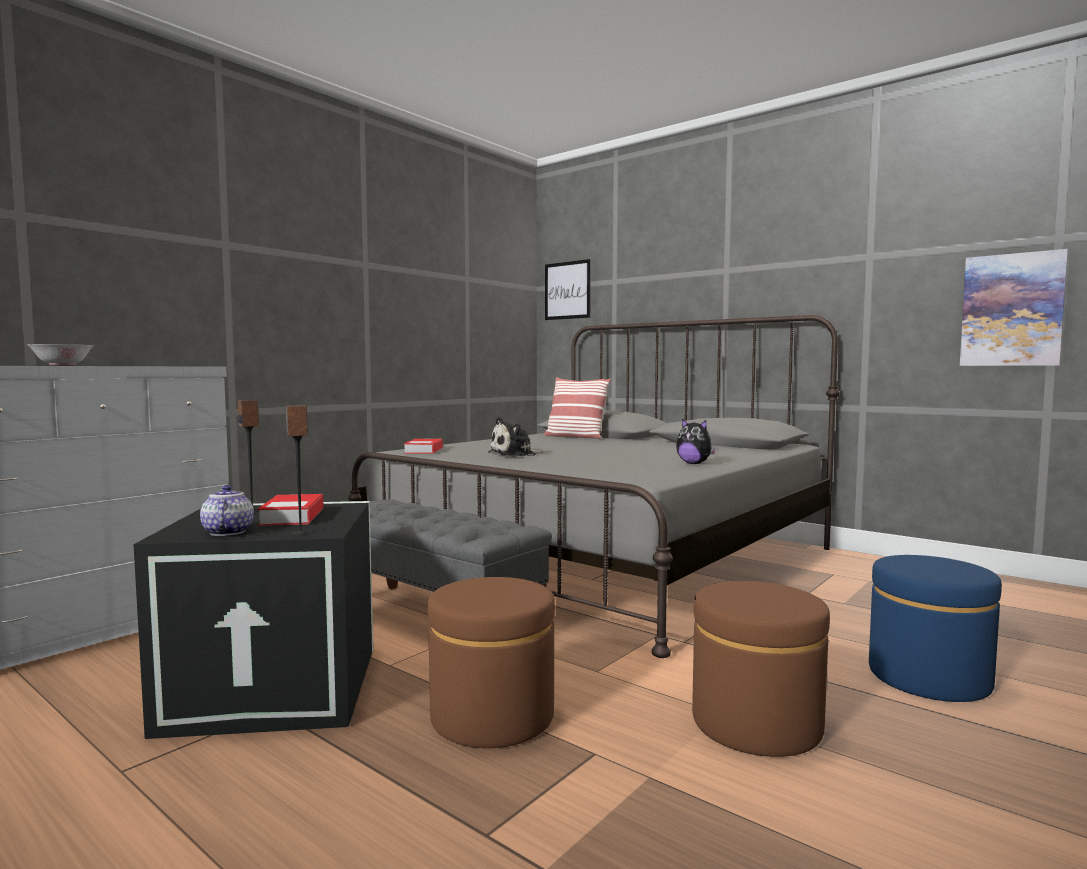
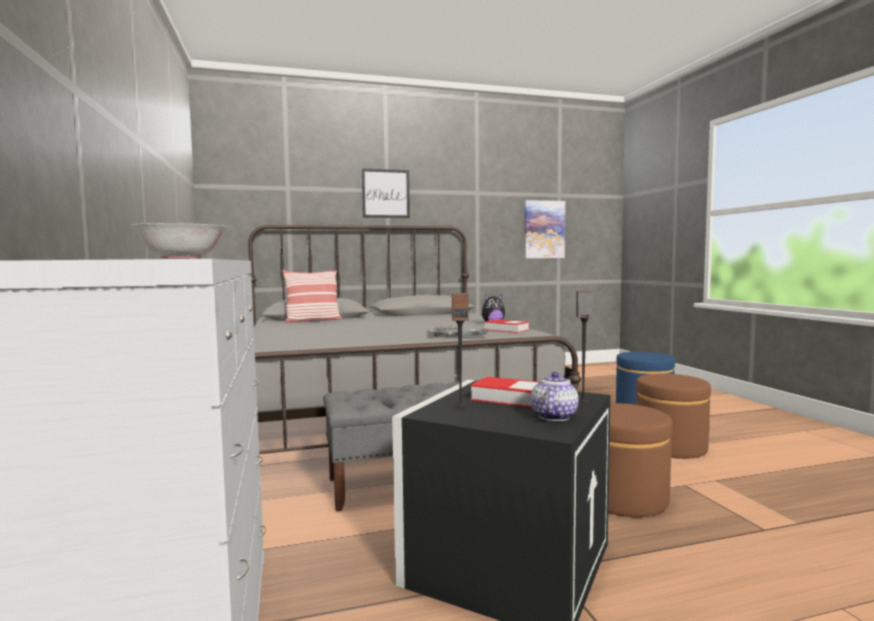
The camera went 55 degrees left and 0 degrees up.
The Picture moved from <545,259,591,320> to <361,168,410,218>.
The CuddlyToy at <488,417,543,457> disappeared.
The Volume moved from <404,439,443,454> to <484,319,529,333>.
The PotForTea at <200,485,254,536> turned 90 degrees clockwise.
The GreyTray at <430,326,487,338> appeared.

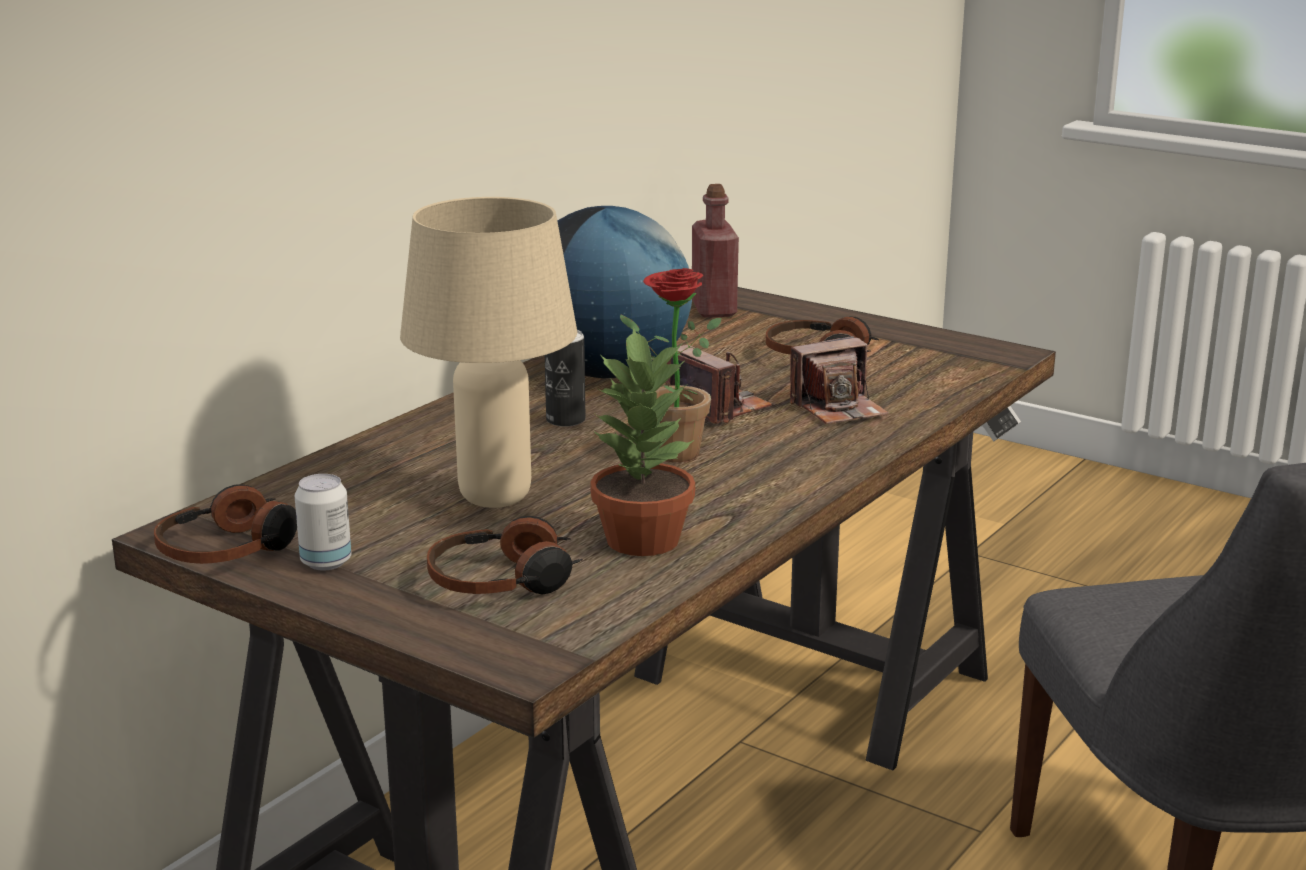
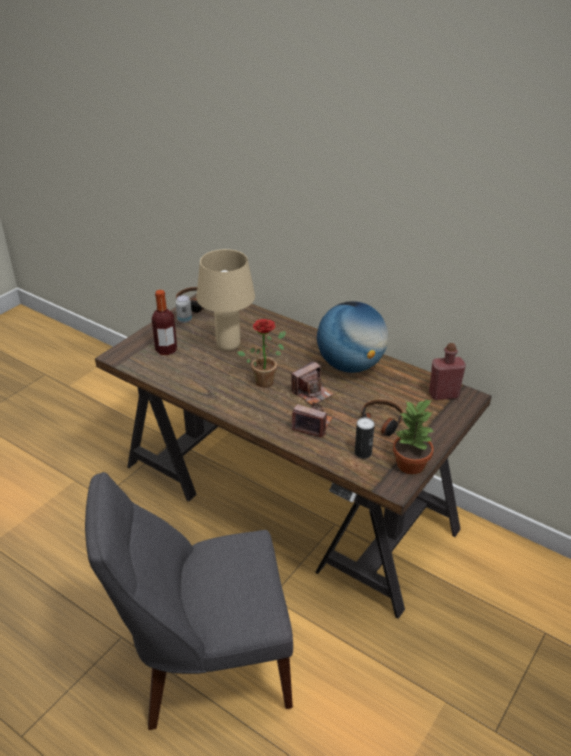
The camera went 90 degrees right and 15 degrees up.
The PottedPlant moved from <590,326,695,556> to <393,399,434,475>.
The SealedCan moved from <545,330,586,427> to <355,417,375,459>.
The PhotoCamera at <790,336,889,424> turned 135 degrees clockwise.
The Headphones at <427,516,583,594> was replaced by the DrinkBottle at <152,290,177,355>.

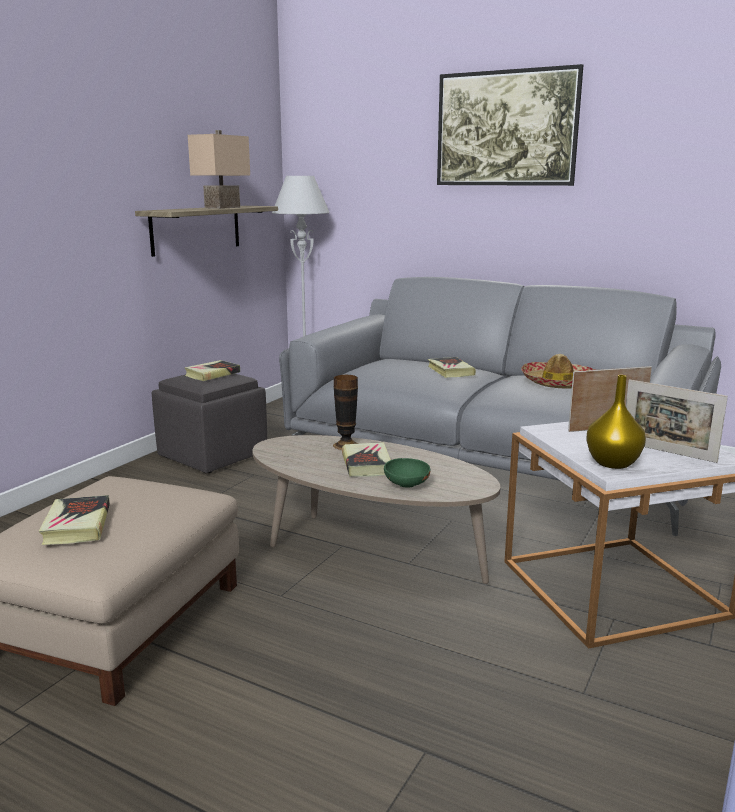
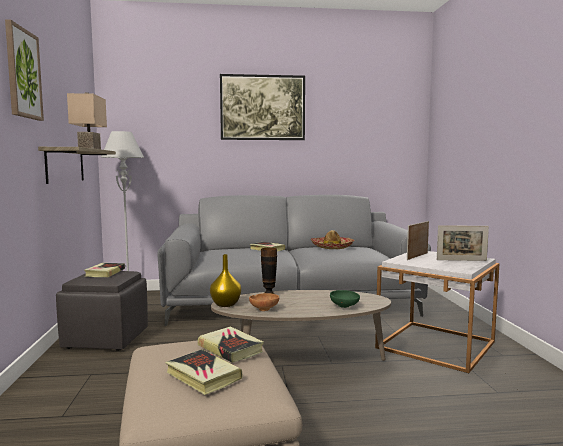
The camera went 35 degrees left and 10 degrees down.
The YellowishFlowerVase moved from <586,375,646,469> to <210,254,241,307>.
The Volume moved from <342,442,391,477> to <198,326,264,363>.
The Picture at <5,19,44,121> appeared.
The BrownColouredDeepDish at <249,293,279,311> appeared.

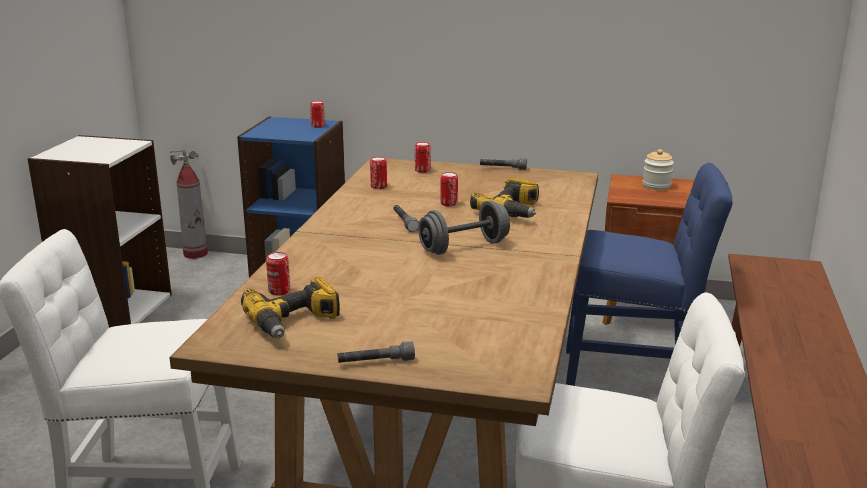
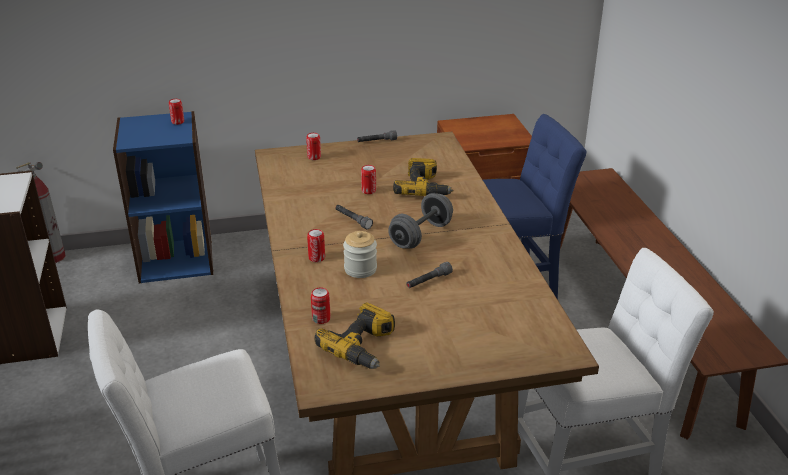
The camera went 25 degrees left and 10 degrees up.
The Jar moved from <643,149,674,190> to <343,231,377,278>.
The SealedCan moved from <370,157,387,189> to <307,229,325,262>.
The GreyHandTorch moved from <338,341,415,363> to <406,262,453,288>.

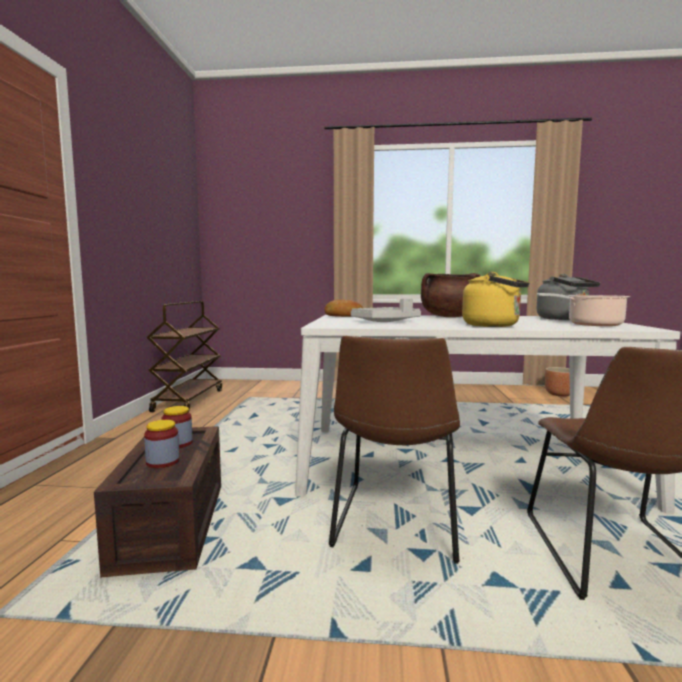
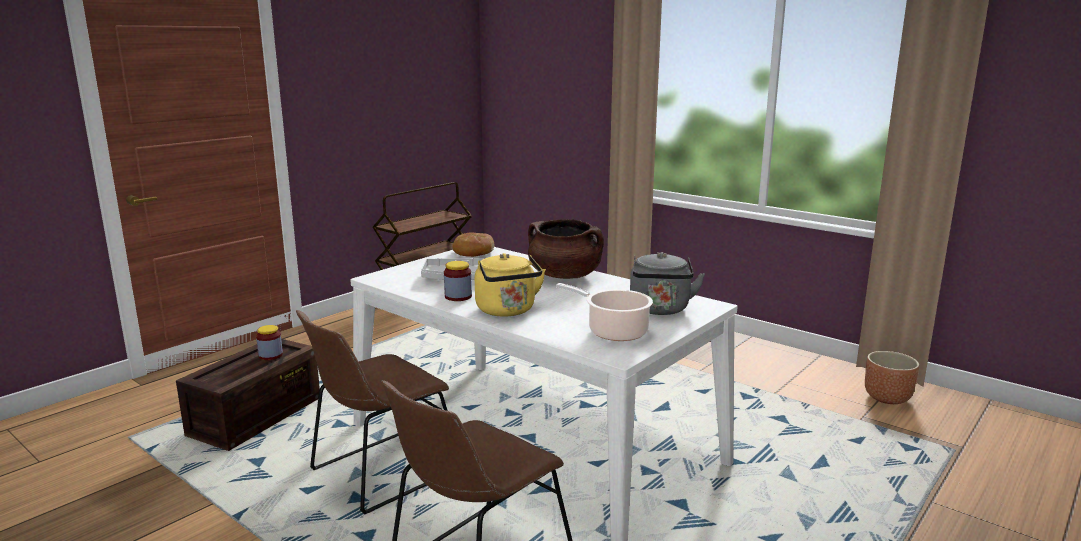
The camera went 35 degrees right and 10 degrees up.
The Jar moved from <144,420,180,468> to <444,261,472,301>.

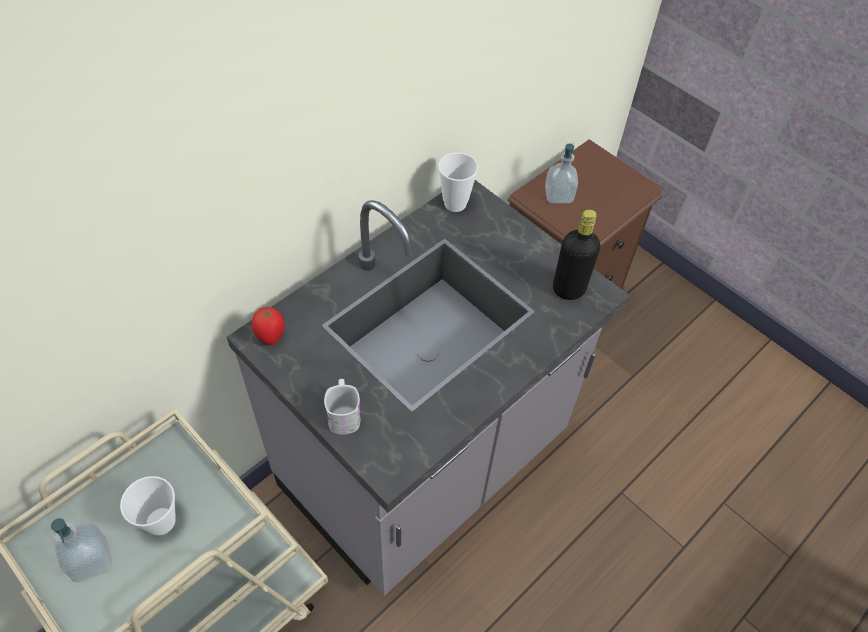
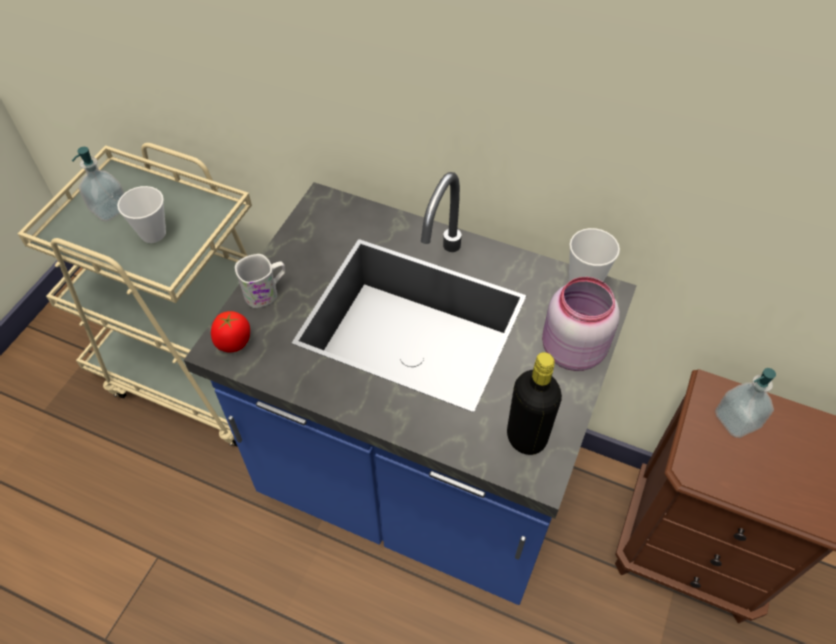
The camera went 70 degrees right and 0 degrees up.
The GreyKitchenCounter at <227,180,630,596> became the BlueKitchenCounter at <184,172,637,605>.
The FreshTomato moved from <252,307,285,345> to <211,311,250,352>.
The PinkColouredJar at <542,277,620,371> appeared.

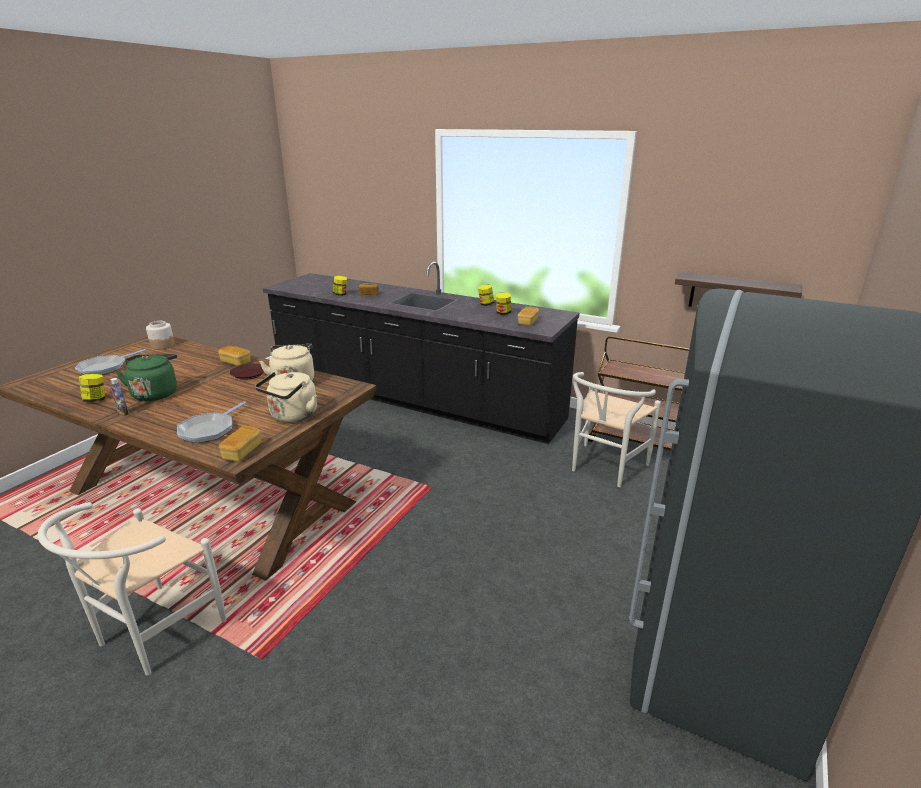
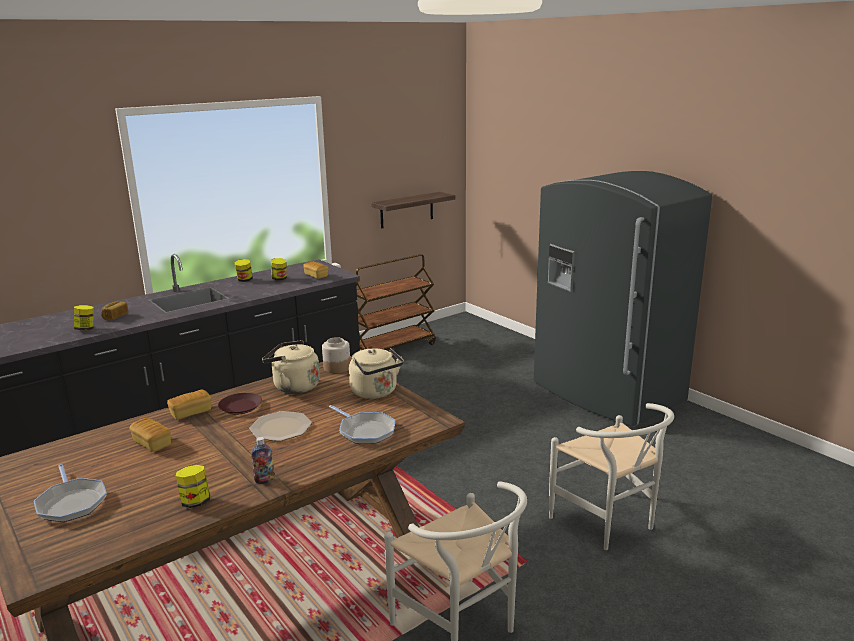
The camera went 65 degrees left and 5 degrees down.
The Jar moved from <146,321,175,350> to <322,337,350,373>.
The GreenishWaterKettle at <115,354,177,401> disappeared.
The WhitePlainChair moved from <572,372,661,487> to <549,403,674,550>.
The BakedBread moved from <219,426,261,462> to <130,418,171,452>.
The FlatDish at <249,411,312,441> appeared.

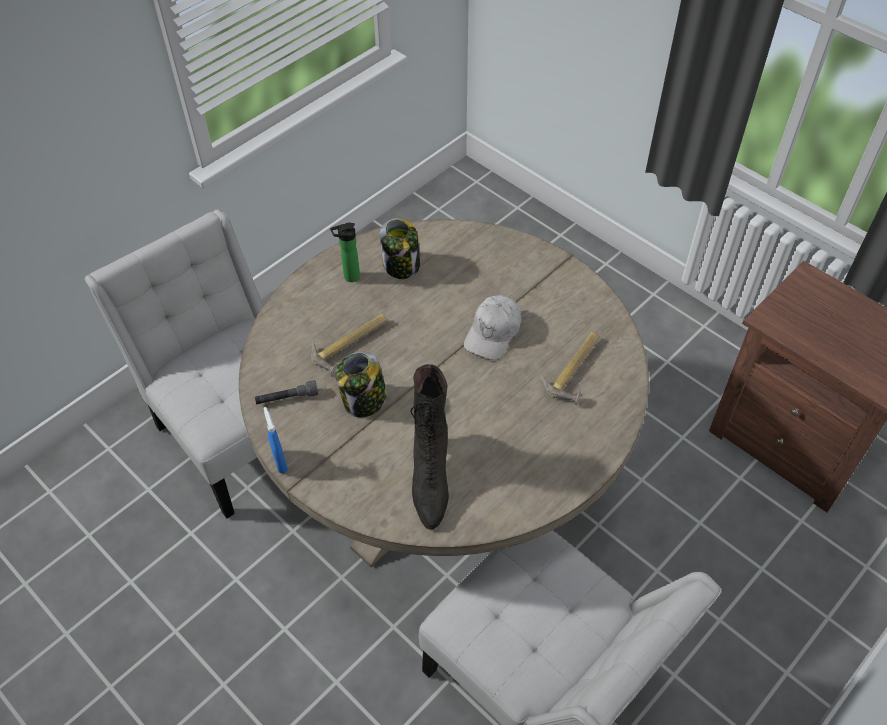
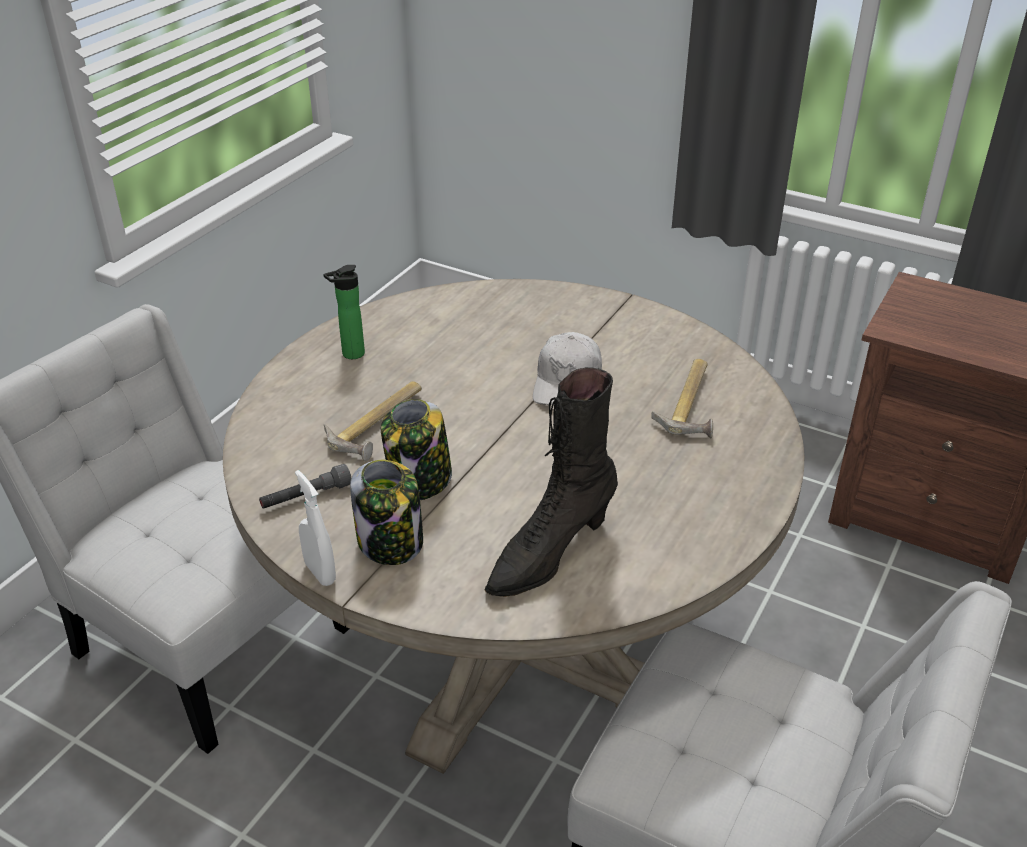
The camera went 15 degrees left and 15 degrees down.
The Jar moved from <380,218,420,279> to <350,460,423,565>.
The BlackColouredBoot at <411,364,449,530> turned 60 degrees clockwise.
The BlueSprayer at <264,407,288,474> became the WhiteSprayer at <295,470,336,586>.

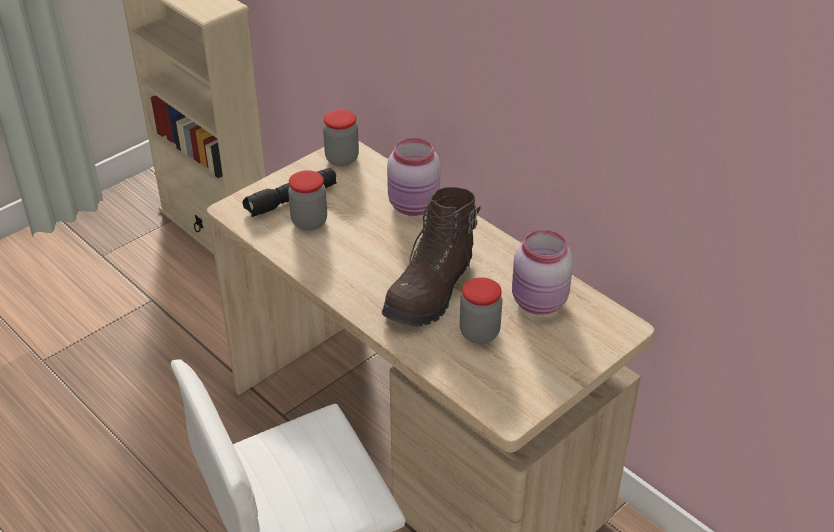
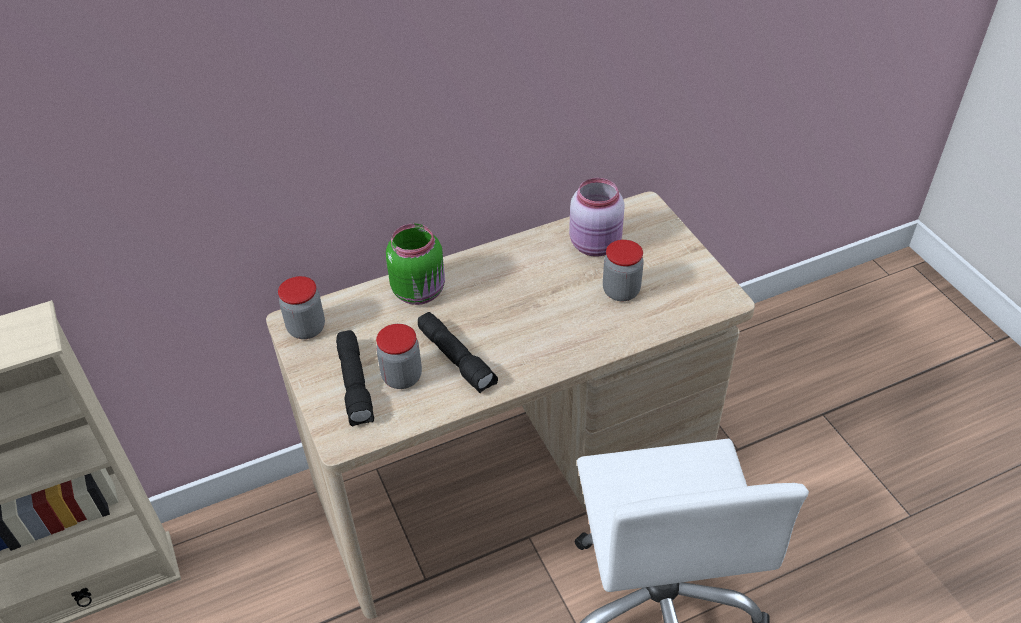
The camera went 70 degrees left and 5 degrees up.
The PinkColouredJar at <387,138,440,216> became the GreenishJar at <386,224,445,305>.
The BrownColouredBoot at <382,187,481,326> disappeared.
The BlackColouredHandTorch at <418,312,498,394> appeared.

